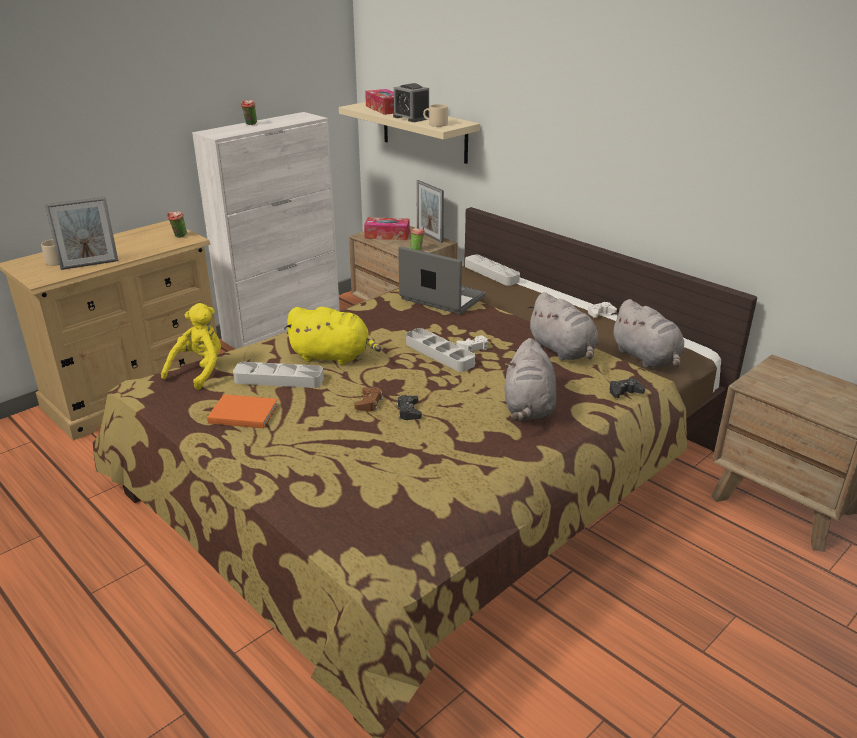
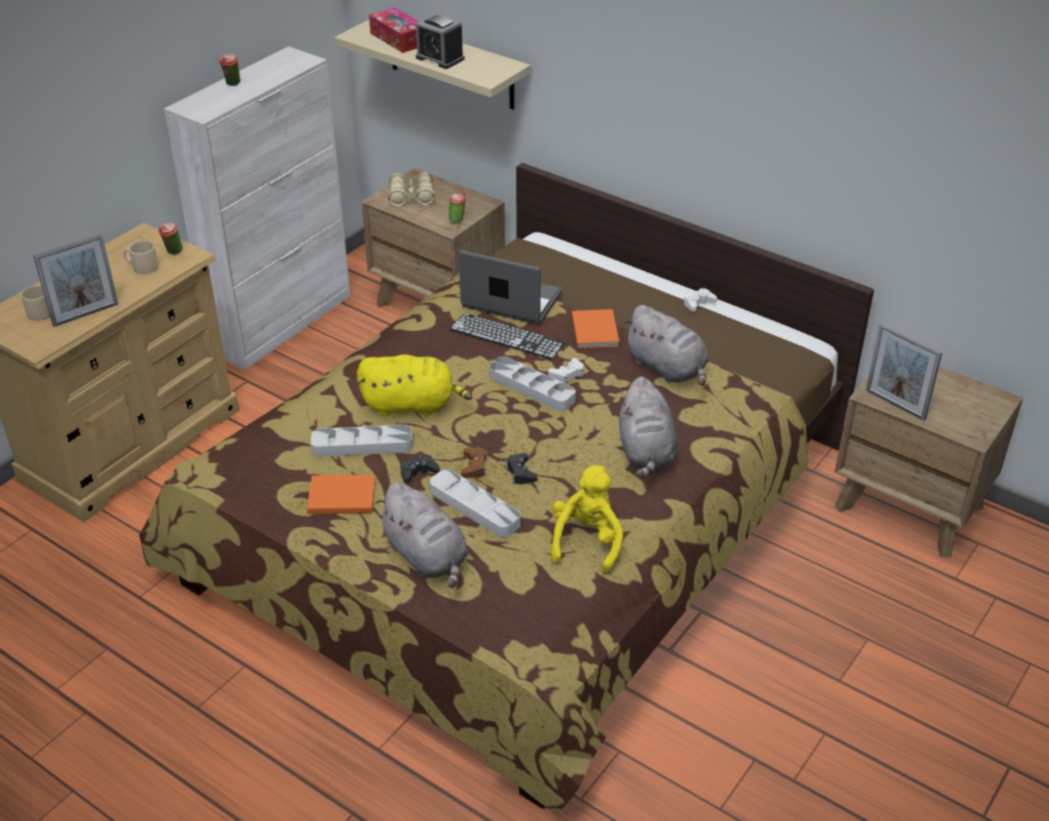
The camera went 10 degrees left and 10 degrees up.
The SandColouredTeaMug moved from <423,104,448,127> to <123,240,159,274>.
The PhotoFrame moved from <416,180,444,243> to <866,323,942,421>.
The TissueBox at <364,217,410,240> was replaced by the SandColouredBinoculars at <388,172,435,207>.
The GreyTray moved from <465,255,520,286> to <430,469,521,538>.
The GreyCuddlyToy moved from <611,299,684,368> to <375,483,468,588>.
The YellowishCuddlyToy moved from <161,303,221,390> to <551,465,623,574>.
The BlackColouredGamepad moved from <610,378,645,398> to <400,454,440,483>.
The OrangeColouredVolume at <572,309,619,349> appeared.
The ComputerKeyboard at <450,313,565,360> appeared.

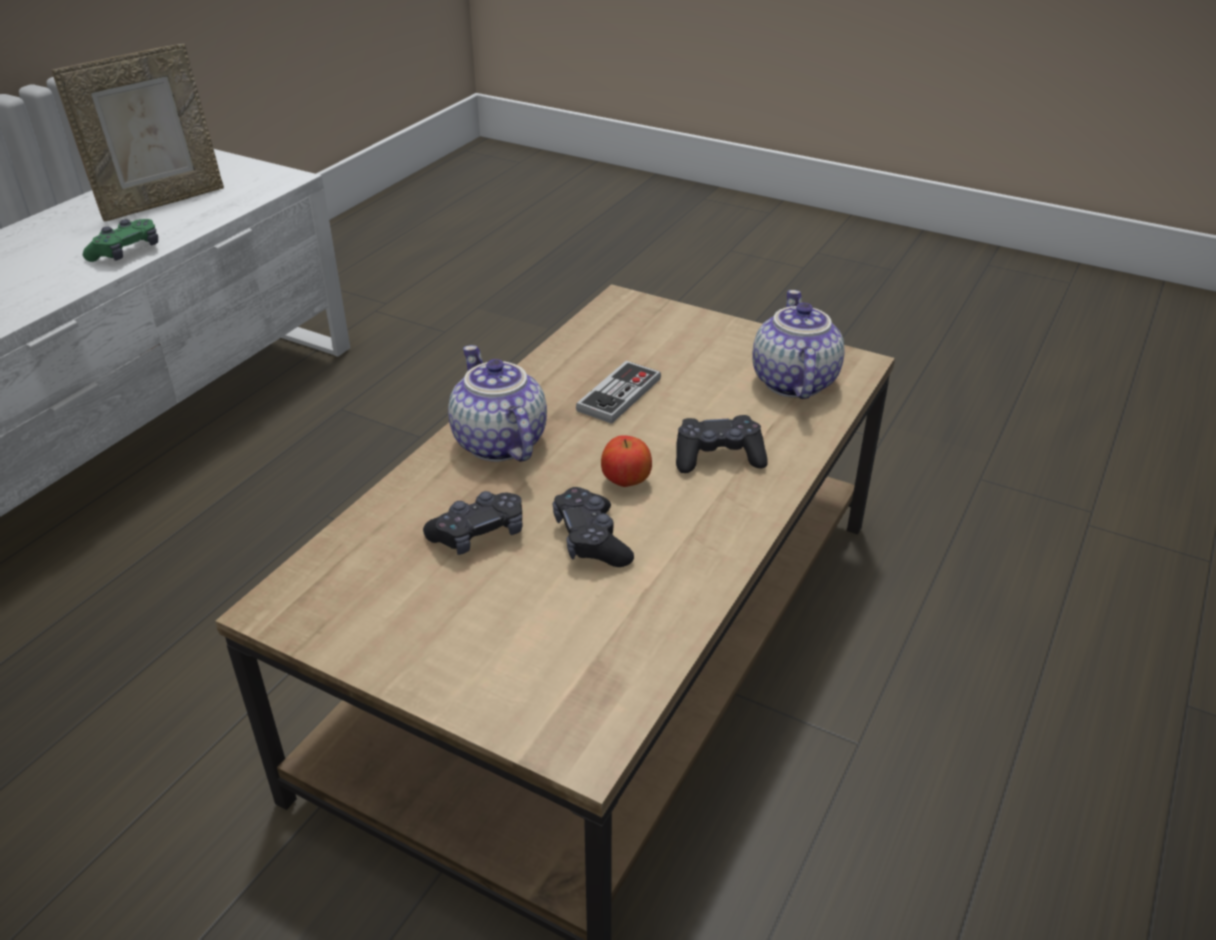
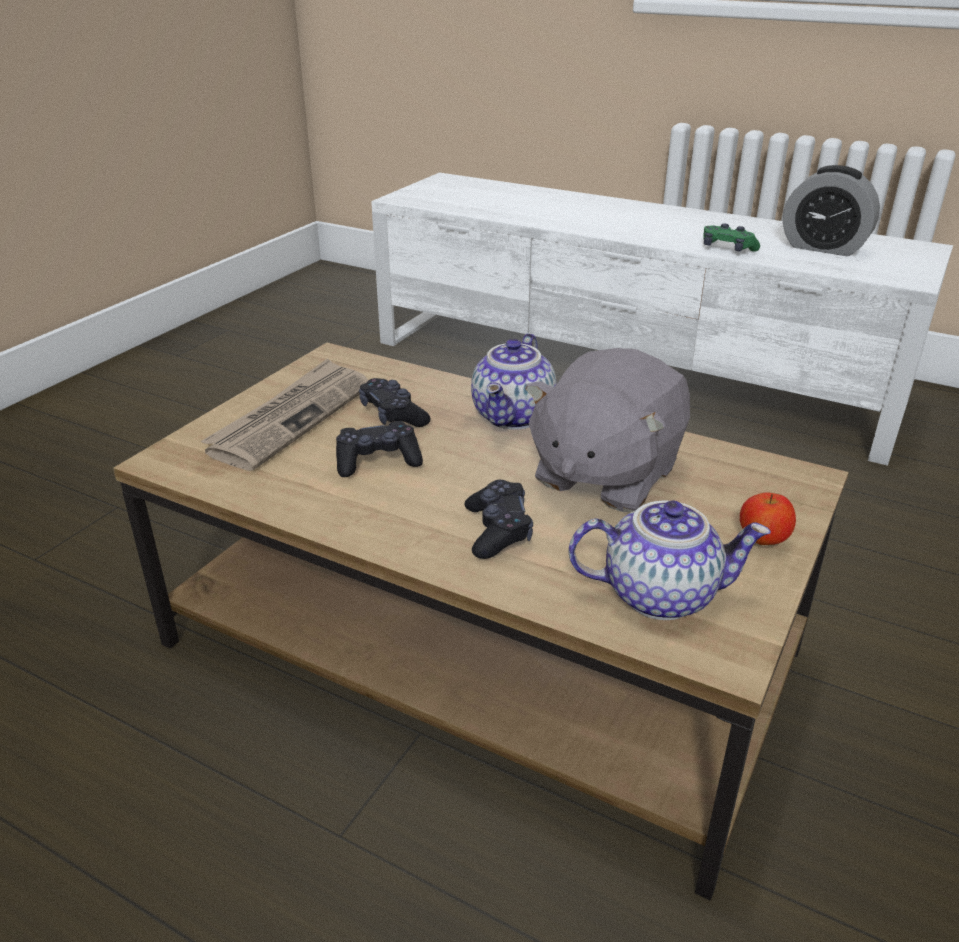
The camera went 90 degrees right and 5 degrees down.
The PhotoFrame at <52,44,224,222> was replaced by the BedsideClock at <783,165,880,256>.
The PotForTea at <448,345,547,462> turned 135 degrees clockwise.
The Gamepad at <576,361,661,424> was replaced by the GreyCuddlyToy at <525,348,690,512>.
The Apple moved from <601,435,652,487> to <740,493,796,545>.
The DailyPaper at <201,358,368,471> appeared.

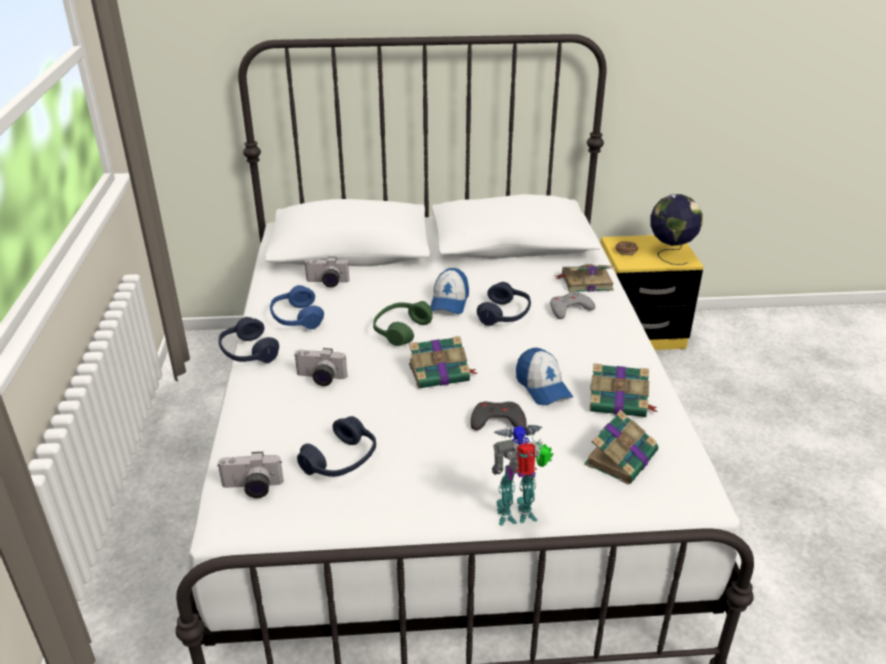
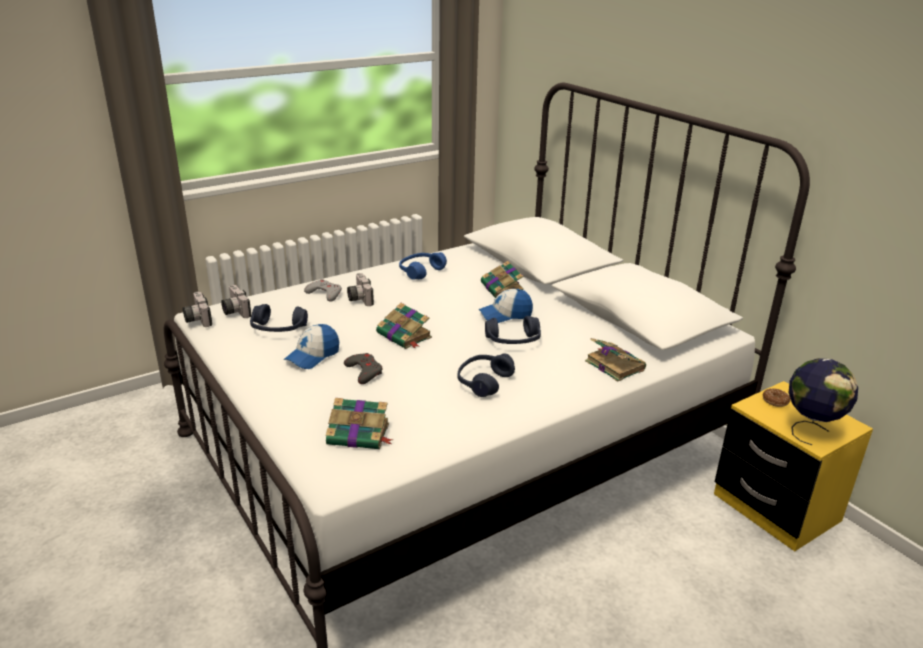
The camera went 60 degrees right and 5 degrees down.
The PhotoCamera moved from <304,257,350,288> to <183,292,212,327>.
The GreyGamepad moved from <550,292,595,319> to <304,279,342,302>.
The GreenishHeadphones at <373,301,432,346> disappeared.
The BlueHeadphones moved from <219,317,279,363> to <457,354,515,397>.
The Cap moved from <516,348,573,405> to <283,324,339,369>.
The Volume moved from <590,363,658,417> to <481,261,524,298>.
The ModelRobot at <492,424,553,526> disappeared.

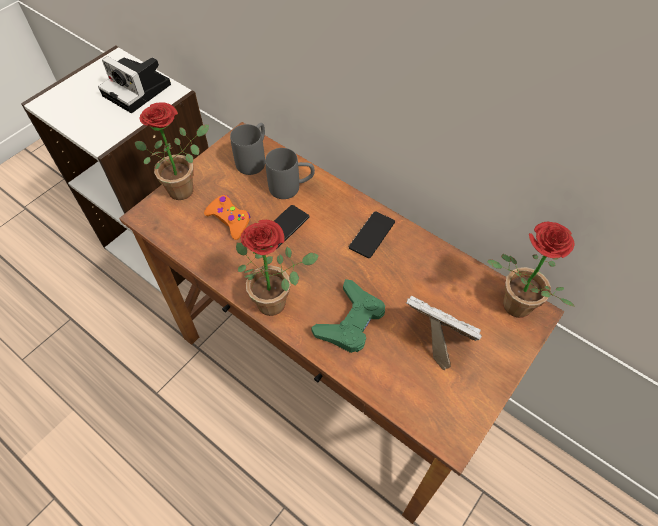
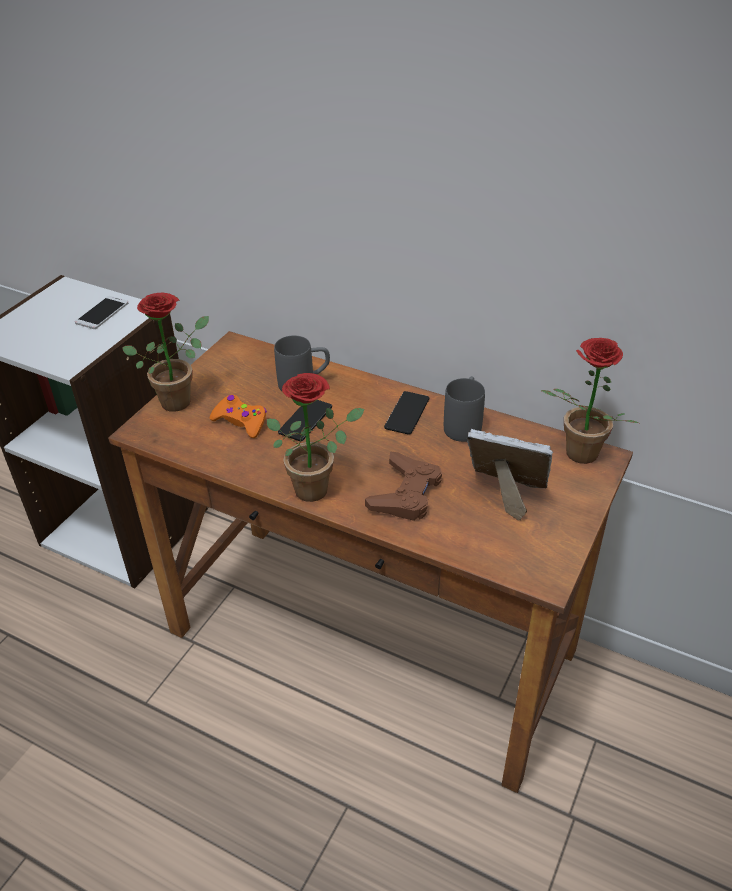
The camera went 10 degrees left and 15 degrees down.
The PhotoCamera at <98,56,171,113> was replaced by the Telephone at <75,296,128,329>.
The GreyTeaMug moved from <230,123,265,175> to <444,376,485,442>.
The GreenishGamepad at <311,279,385,353> became the BrownColouredGamepad at <365,452,442,521>.

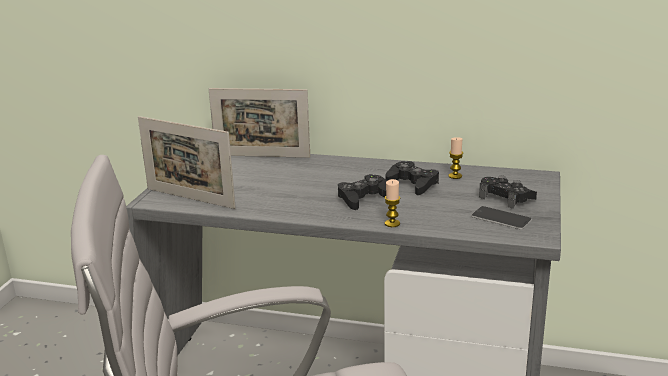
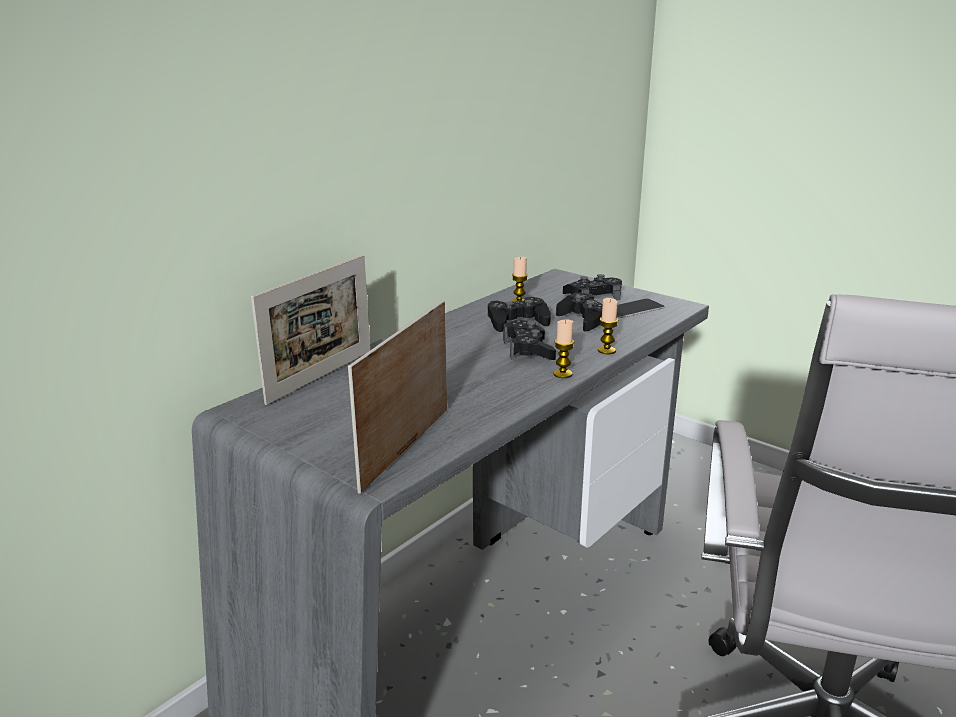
The camera went 65 degrees left and 0 degrees up.
The PhotoFrame at <138,116,236,209> turned 150 degrees clockwise.
The BlackColouredGamepad at <556,293,602,332> appeared.
The WaxCandle at <553,320,574,378> appeared.

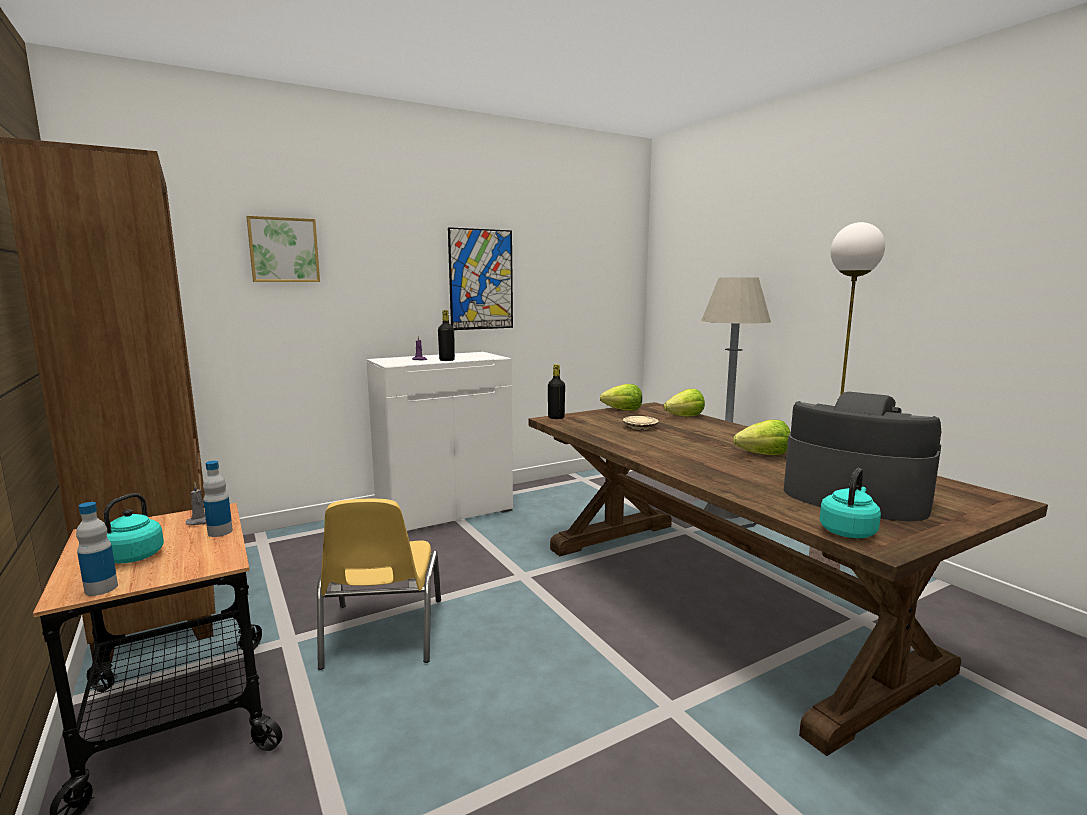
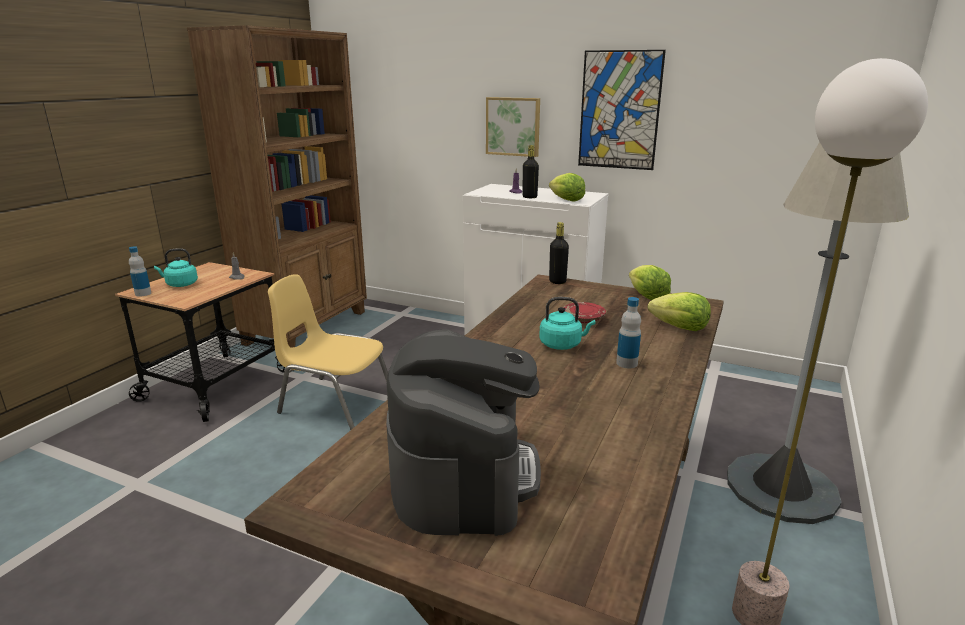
The camera went 55 degrees right and 10 degrees up.
The Picture moved from <246,216,320,282> to <486,97,540,157>.
The SandColouredFlatDish at <623,416,658,430> became the RedFlatDish at <563,302,606,323>.
The LettuceHead moved from <733,420,791,455> to <549,173,585,201>.
The DrinkBottle moved from <203,461,233,537> to <616,297,641,368>.
The TurquoiseWaterKettle moved from <819,468,881,538> to <539,297,595,350>.
The YellowishPlainChair at <317,499,441,670> turned 60 degrees clockwise.

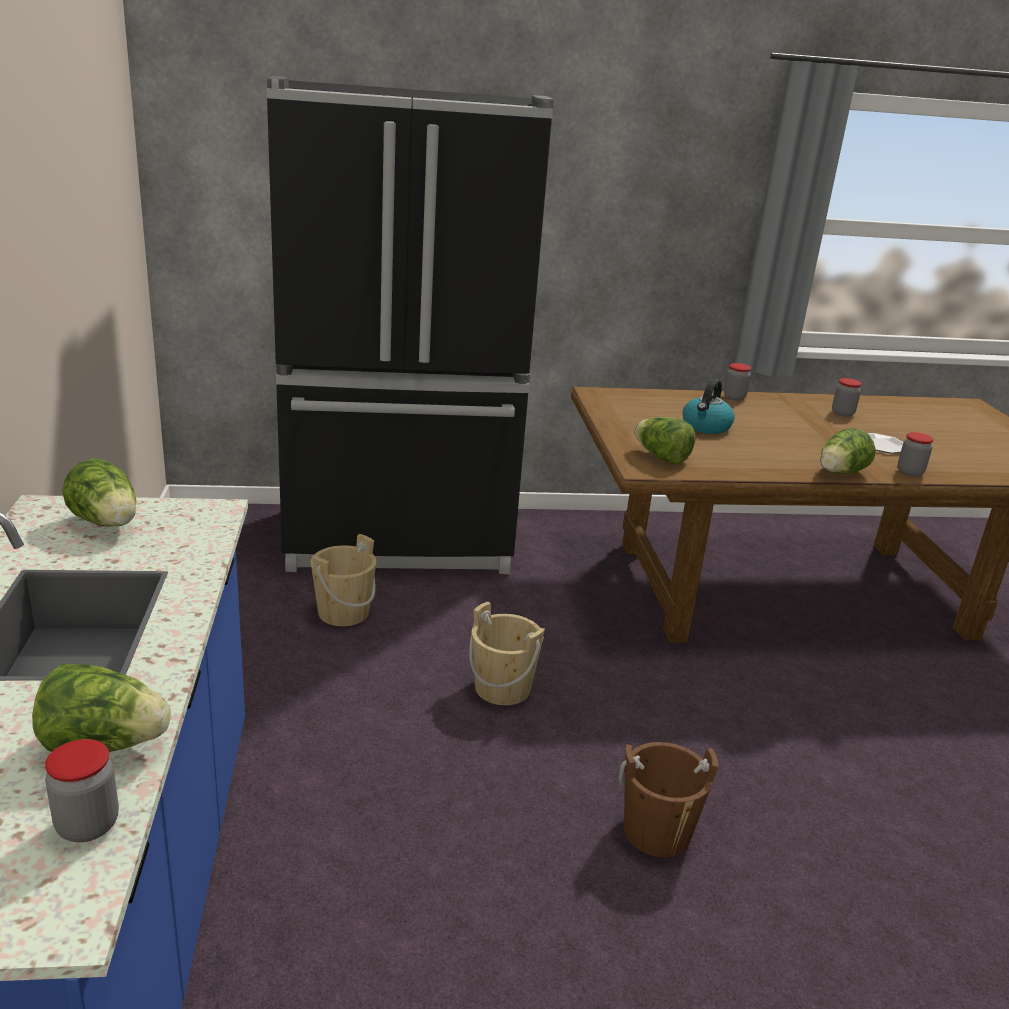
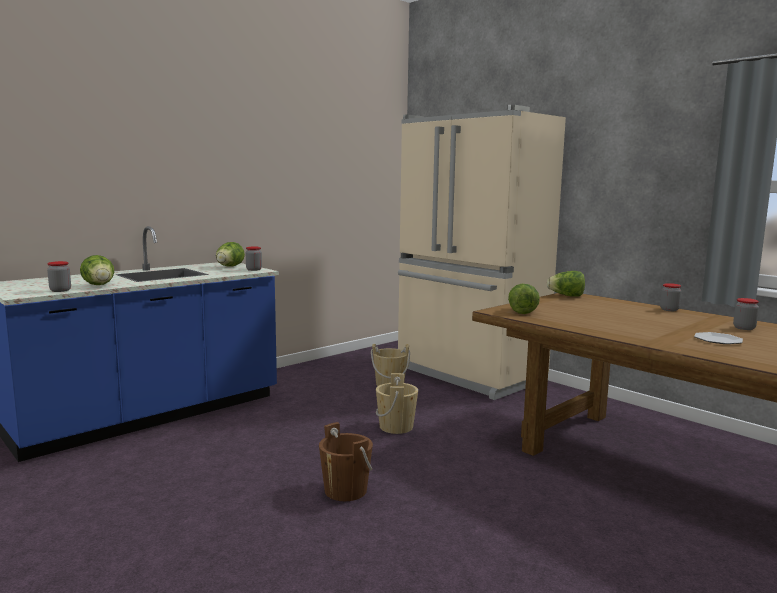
The camera went 55 degrees right and 15 degrees down.
The BlackColouredFridge at <267,76,554,574> became the SandColouredFridge at <398,105,566,400>.
The WaterKettle at <683,379,735,434> disappeared.
The LettuceHead moved from <820,428,876,474> to <547,271,585,297>.
The Jar moved from <897,432,934,477> to <246,246,262,271>.

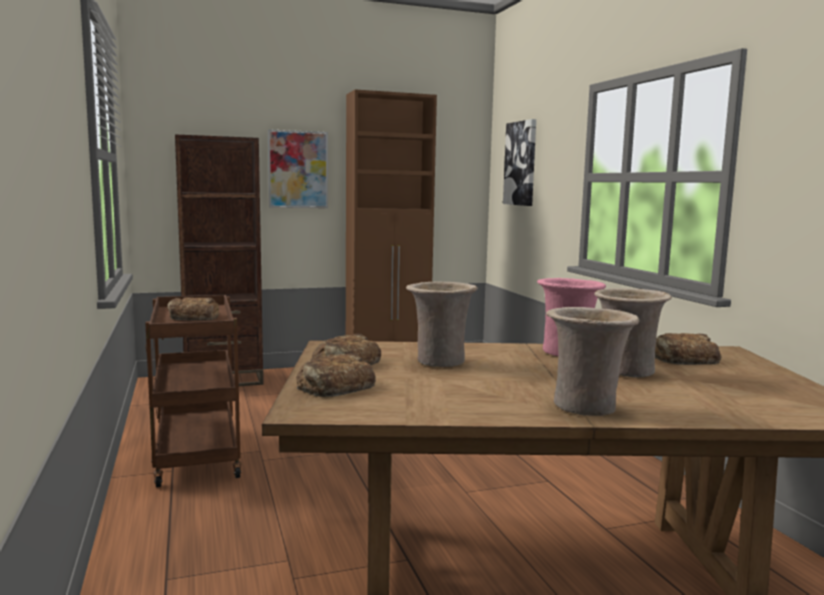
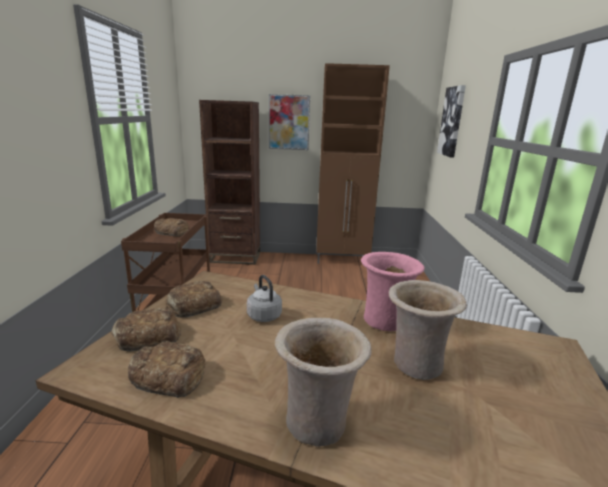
The camera went 20 degrees right and 10 degrees up.
The SandColouredFlowerVase at <406,282,478,367> was replaced by the GreyWaterKettle at <247,275,282,322>.
The BakedBread moved from <655,333,722,365> to <128,341,205,398>.

